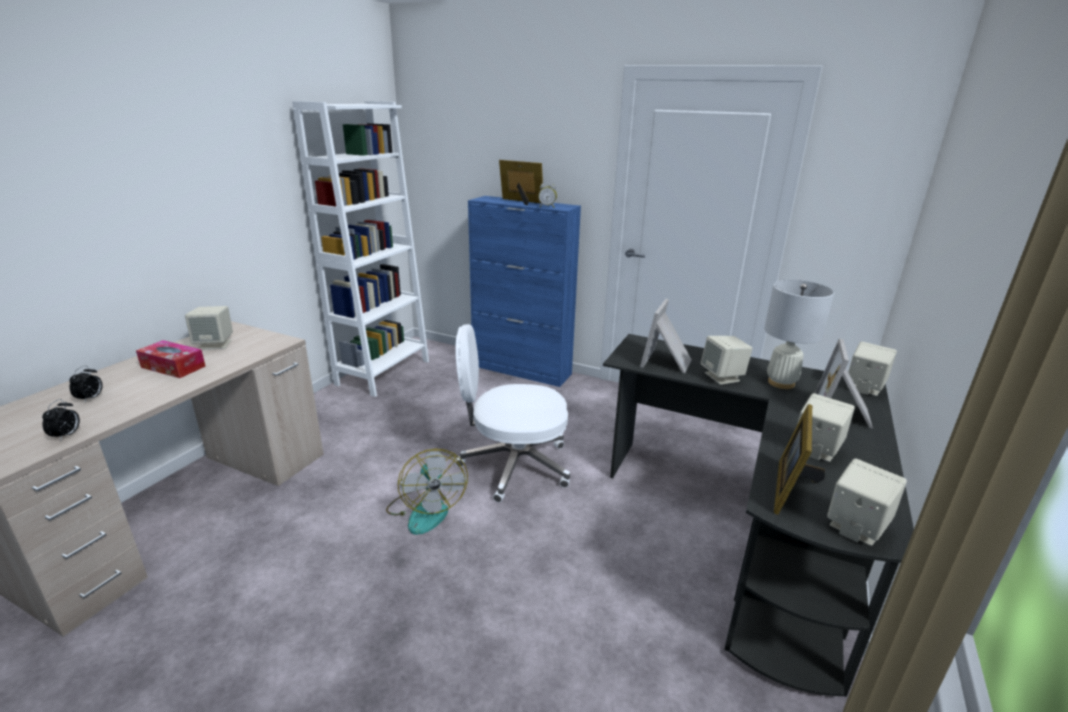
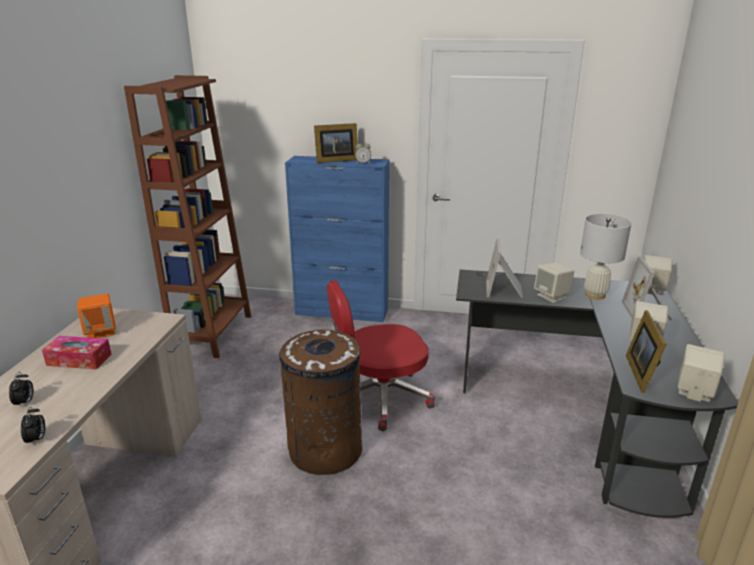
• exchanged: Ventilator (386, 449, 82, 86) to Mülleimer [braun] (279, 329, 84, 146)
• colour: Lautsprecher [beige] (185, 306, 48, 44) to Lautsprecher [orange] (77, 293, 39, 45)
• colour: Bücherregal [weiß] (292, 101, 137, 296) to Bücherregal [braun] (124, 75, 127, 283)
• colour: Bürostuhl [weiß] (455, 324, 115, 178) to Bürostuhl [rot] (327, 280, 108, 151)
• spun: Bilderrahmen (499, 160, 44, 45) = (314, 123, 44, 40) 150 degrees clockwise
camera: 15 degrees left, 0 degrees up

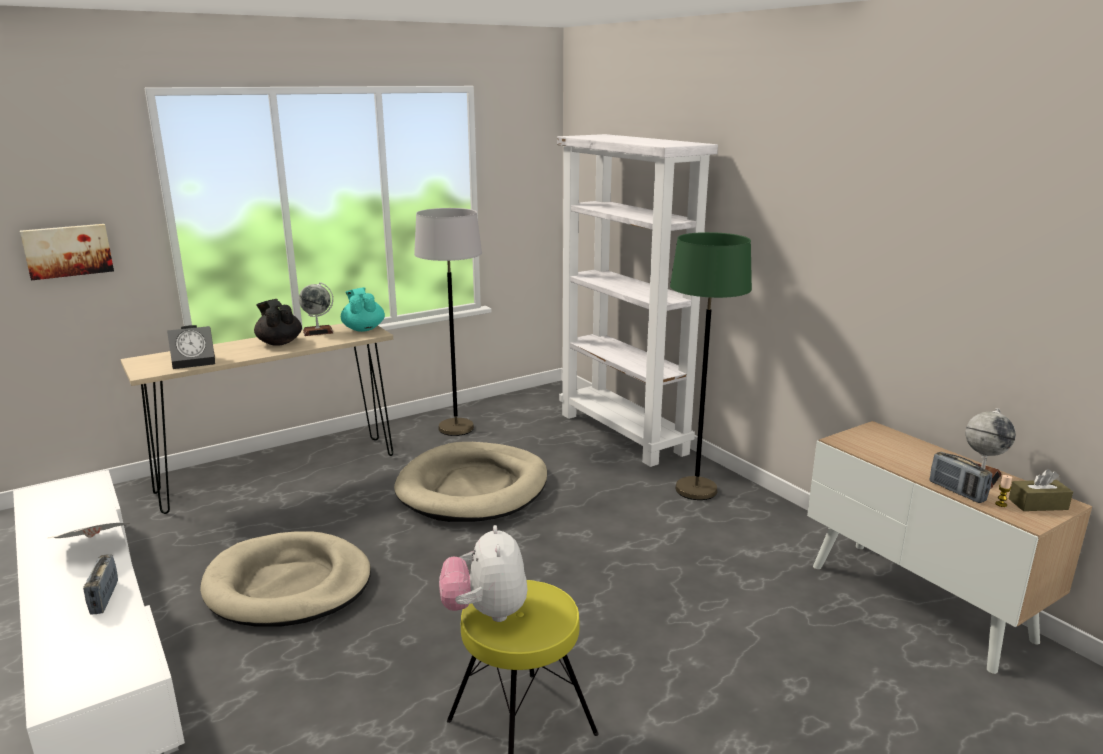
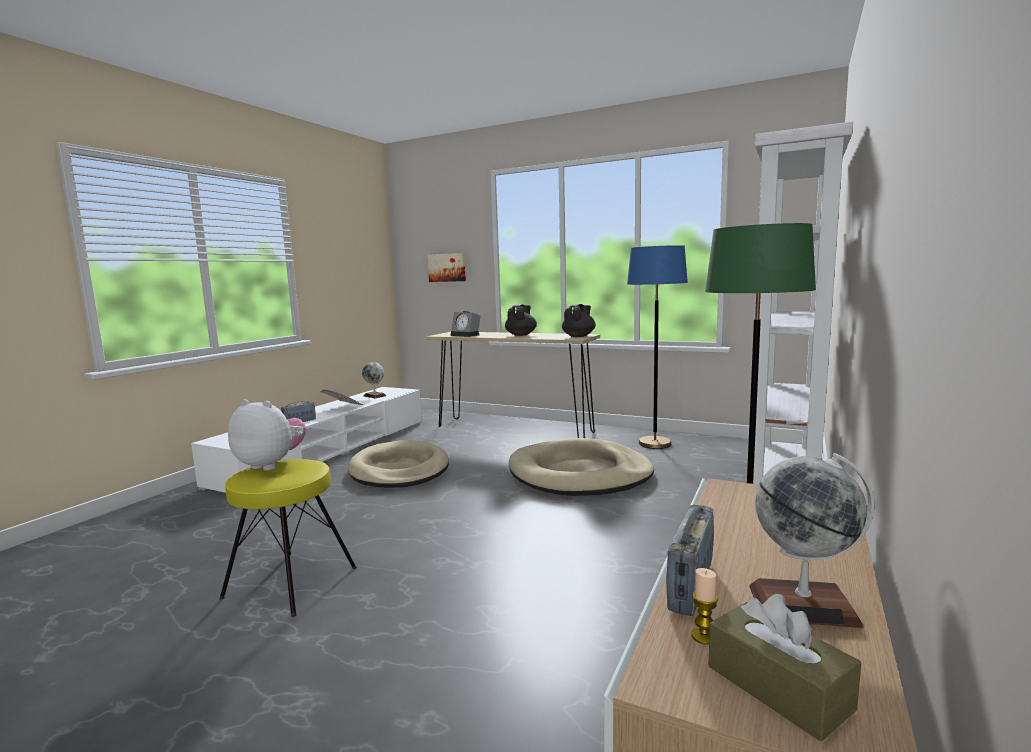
• relocated: Globus (299, 282, 35, 54) to (362, 362, 24, 37)
• colour: Teekanne [türkis] (341, 287, 44, 45) to Teekanne [schwarz] (562, 304, 34, 33)
• colour: Stehlampe [grau] (414, 208, 68, 228) to Stehlampe [blau] (627, 245, 61, 204)
• spun: Plüschtier (439, 525, 88, 97) = (228, 399, 78, 71) 60 degrees clockwise
camera: 60 degrees right, 10 degrees down

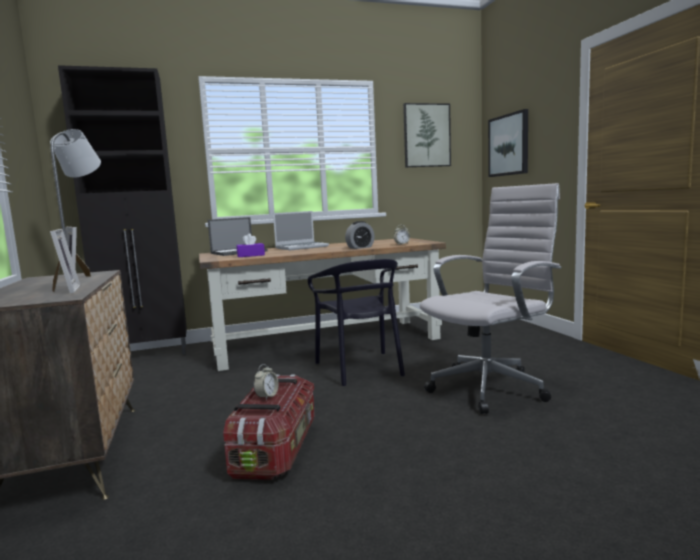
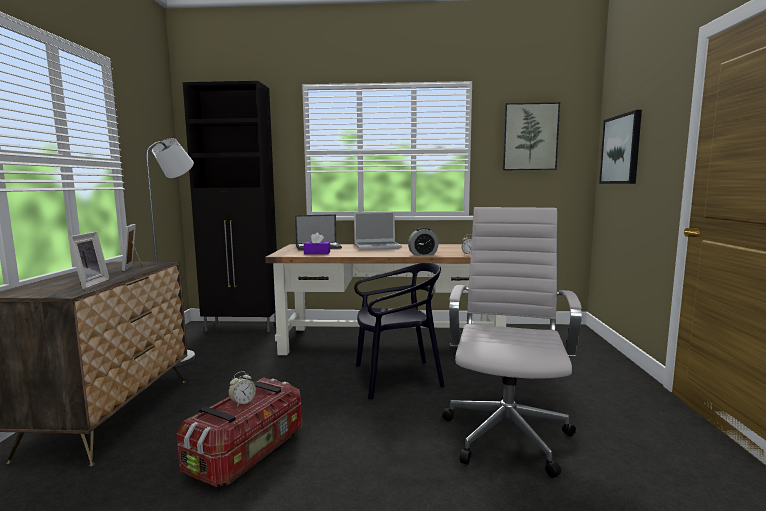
• spun: Stuhl [schwarz] (308, 259, 97, 127) = (354, 262, 91, 138) 105 degrees counterclockwise
• spun: Bürostuhl [weiß] (420, 183, 141, 231) = (443, 207, 139, 271) 60 degrees counterclockwise
camera: 20 degrees right, 0 degrees up

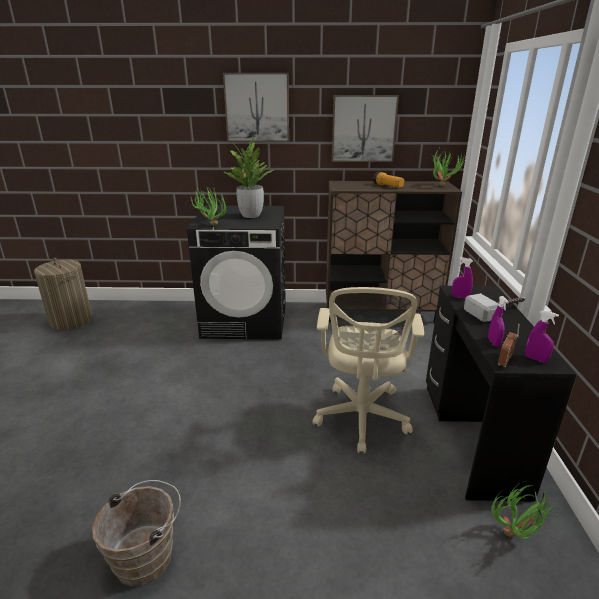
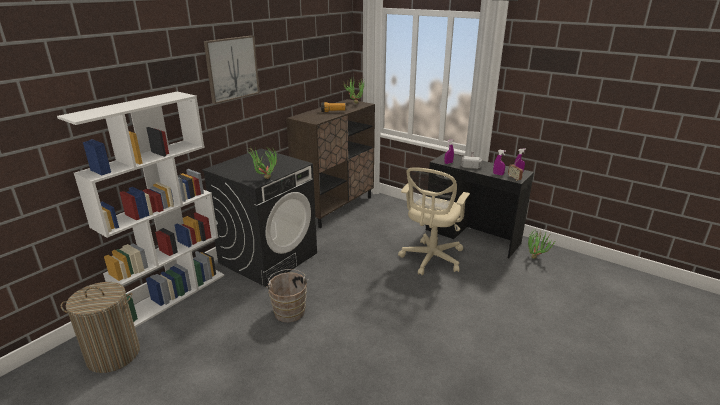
• missing: Topfpflanze (223, 137, 51, 81)
• missing: Bild (332, 95, 67, 67)
• appeared: Bücherregal [weiß] (57, 91, 167, 237)
• relocated: Eimer [braun] (92, 480, 89, 107) to (266, 269, 43, 53)
• spun: Bürostuhl [beige] (312, 287, 112, 167) = (398, 167, 72, 109) 75 degrees clockwise
camera: 55 degrees left, 0 degrees up

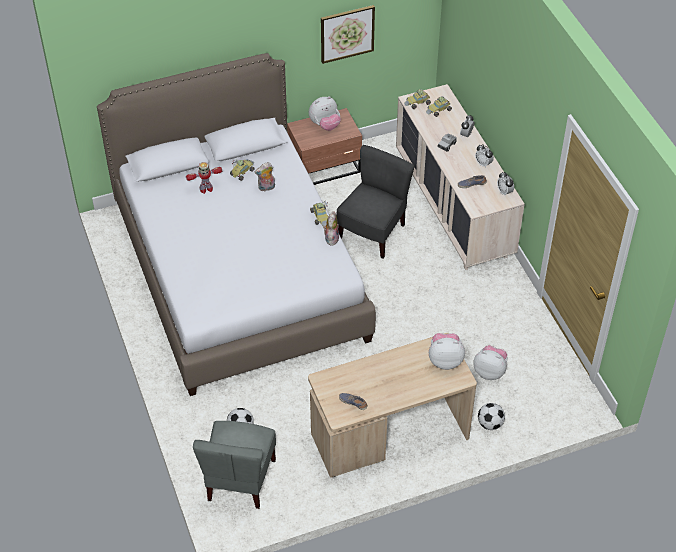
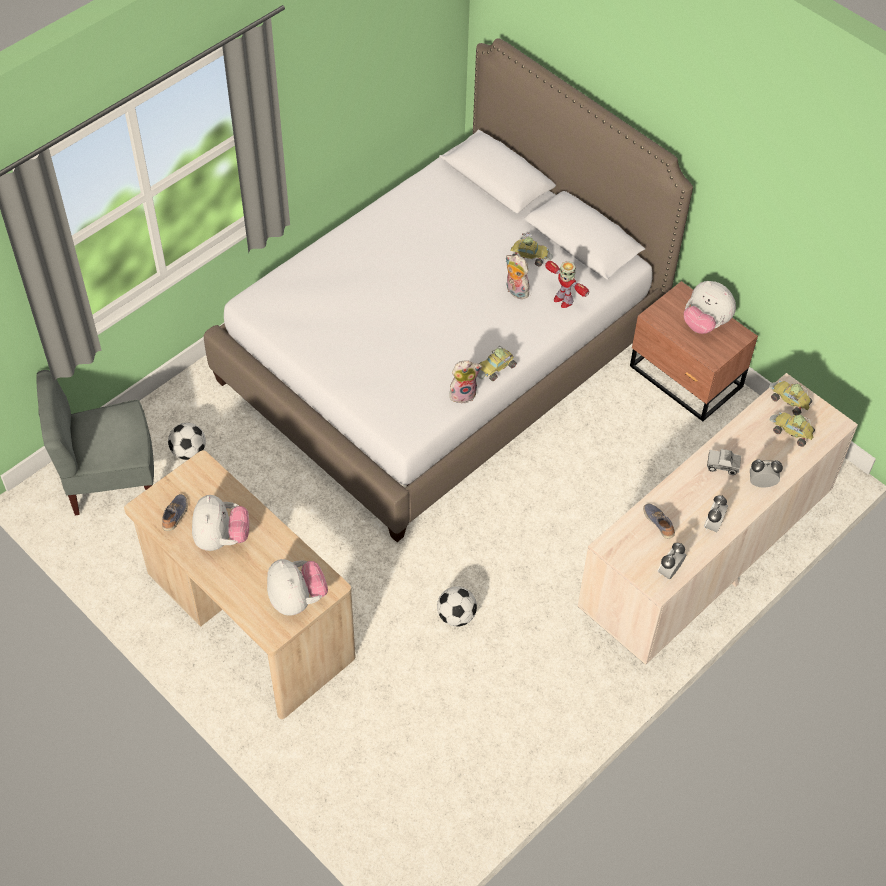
• missing: Bild (321, 5, 54, 59)
• missing: Stuhl [grau] (337, 145, 77, 114)
• relocated: Spielzeugroboter (186, 162, 36, 32) to (545, 261, 44, 47)
• relocated: Plüschtier (473, 345, 35, 35) to (192, 495, 57, 56)
• relocated: Fußball (478, 403, 27, 27) to (437, 586, 40, 41)
camera: 65 degrees right, 5 degrees up

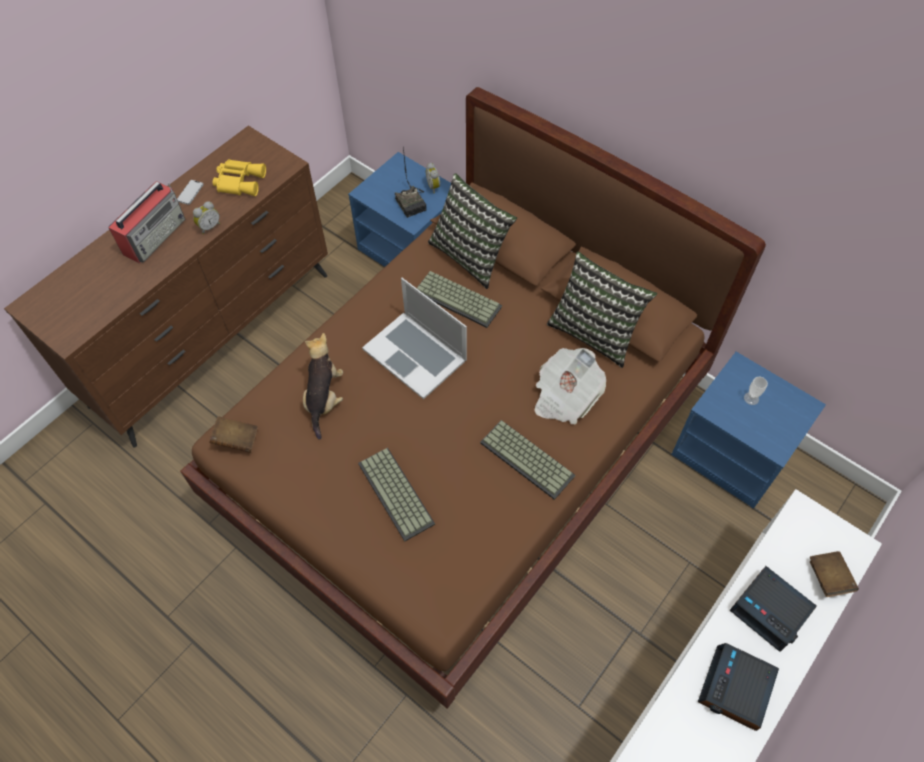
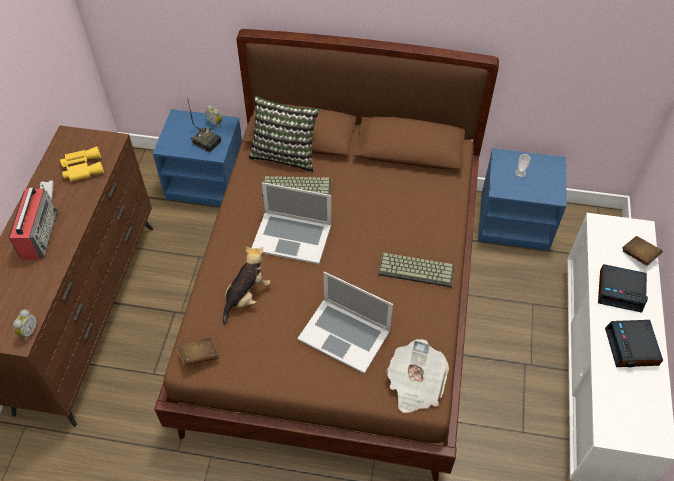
• missing: Kissen (547, 252, 110, 116)
• relocated: Wecker (193, 201, 27, 33) to (13, 309, 24, 32)
• relocated: Zeitung (534, 348, 72, 76) to (387, 339, 62, 74)
• exchanged: Tastatur (358, 448, 77, 94) to Laptop (297, 272, 96, 102)
• spun: Plüschtier (303, 333, 40, 107) = (223, 246, 48, 79) 60 degrees clockwise
camera: 30 degrees left, 5 degrees down

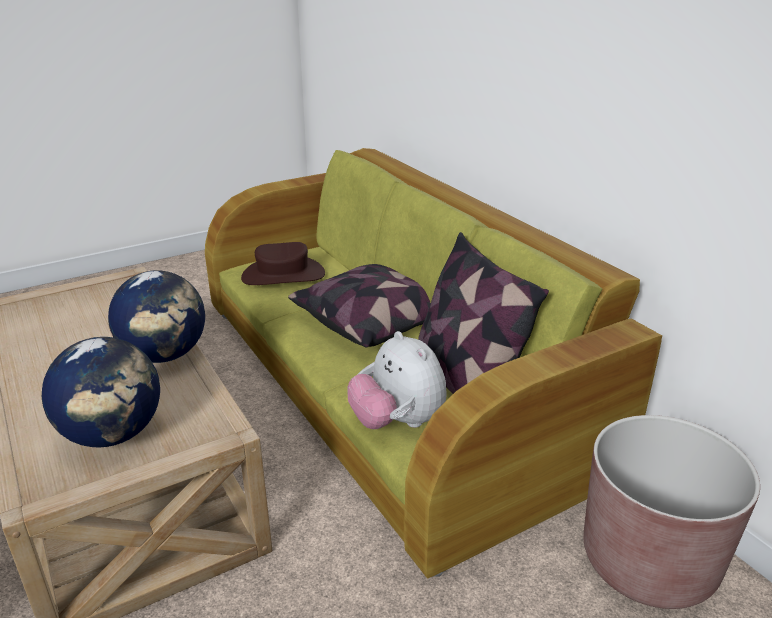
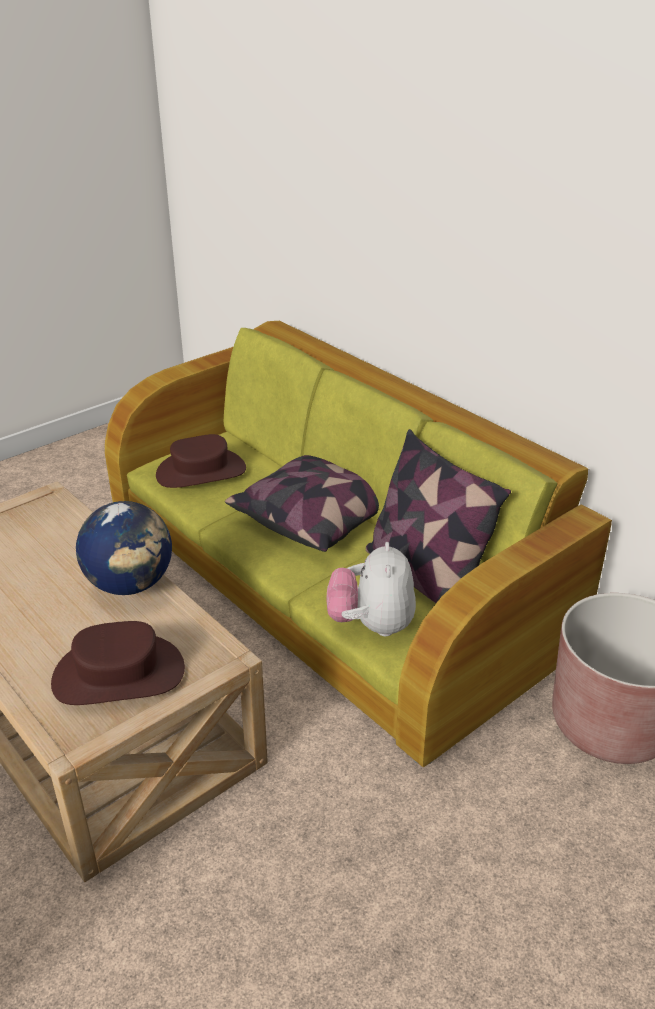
• exchanged: Globus (42, 337, 118, 110) to Hut [braun] (51, 621, 134, 84)
• spun: Plüschtier (347, 331, 100, 98) = (327, 542, 89, 94) 45 degrees clockwise
camera: 10 degrees left, 5 degrees up

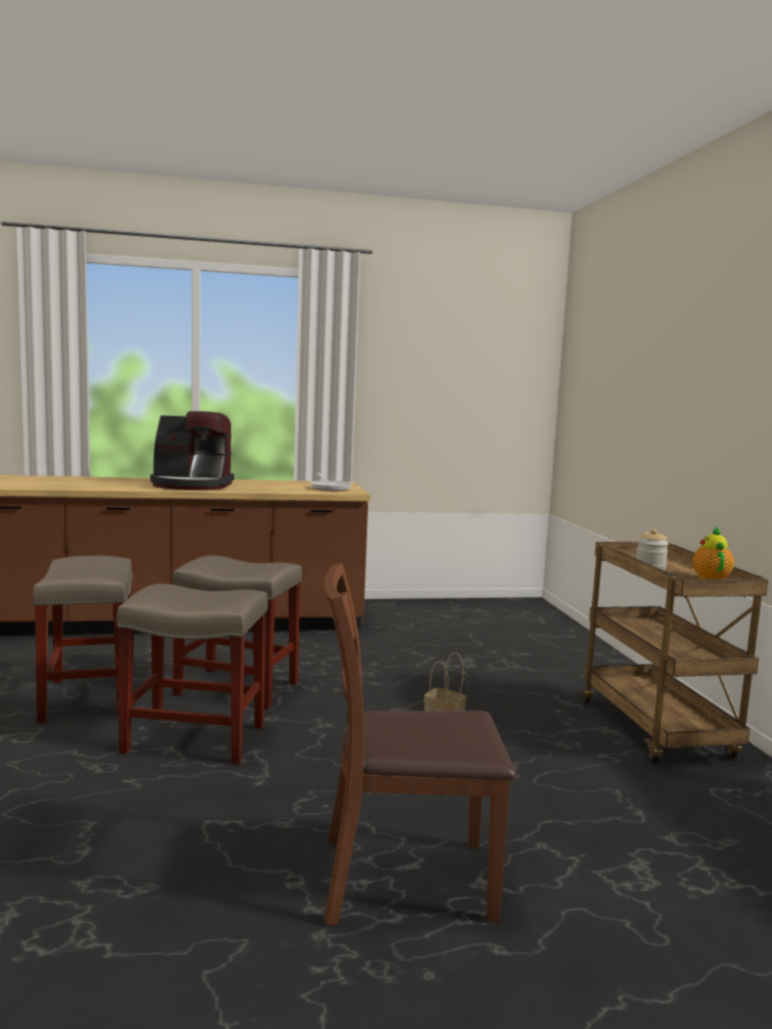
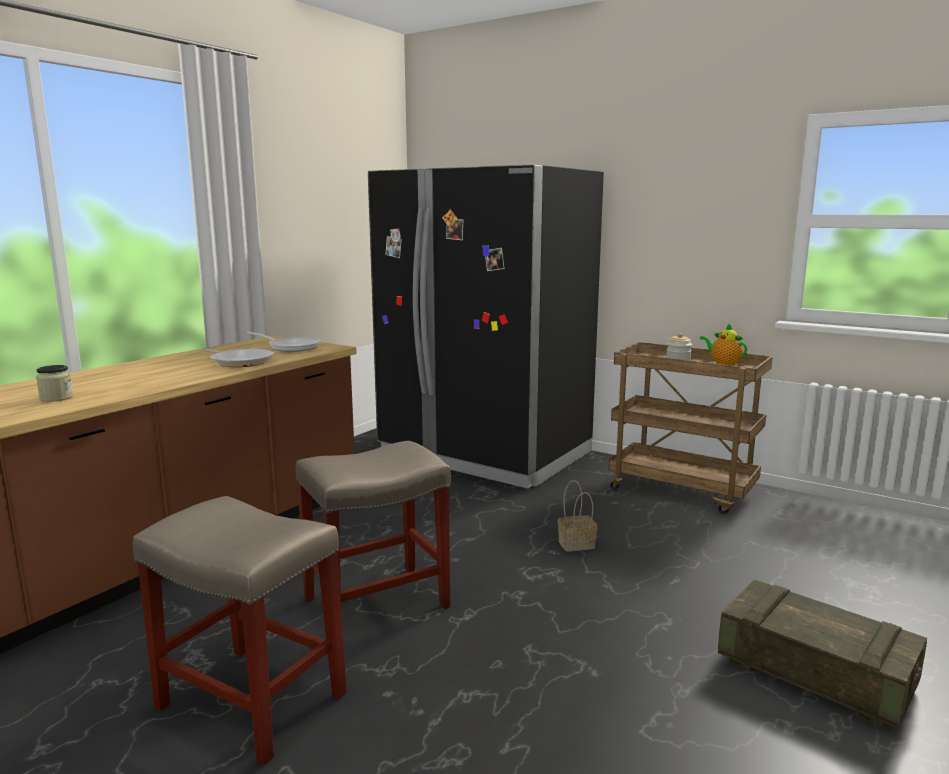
• missing: Hocker [beige] (117, 584, 151, 181)
• missing: Kaffeemaschine (150, 411, 84, 79)
• appeared: Vorratsglas (36, 365, 37, 37)
• appeared: Pfanne (202, 349, 72, 18)
• appeared: Kühlschrank [schwarz] (368, 164, 236, 325)
• exchanged: Stuhl [braun] (324, 563, 192, 363) to Kiste (718, 579, 209, 150)
camera: 45 degrees left, 5 degrees up

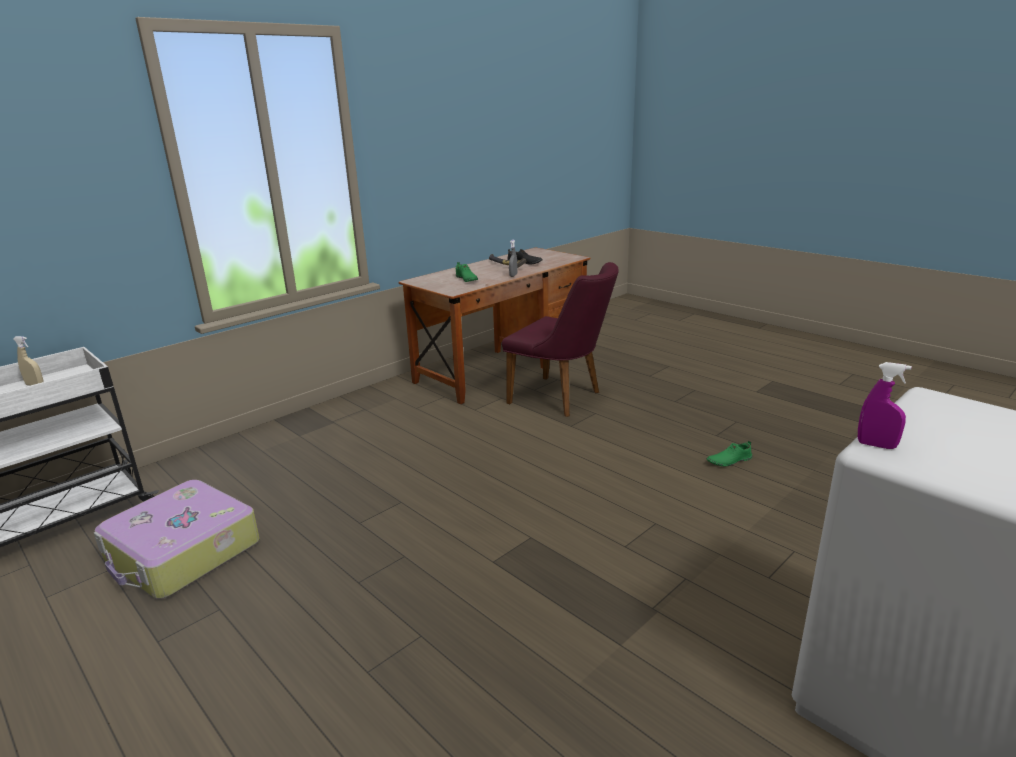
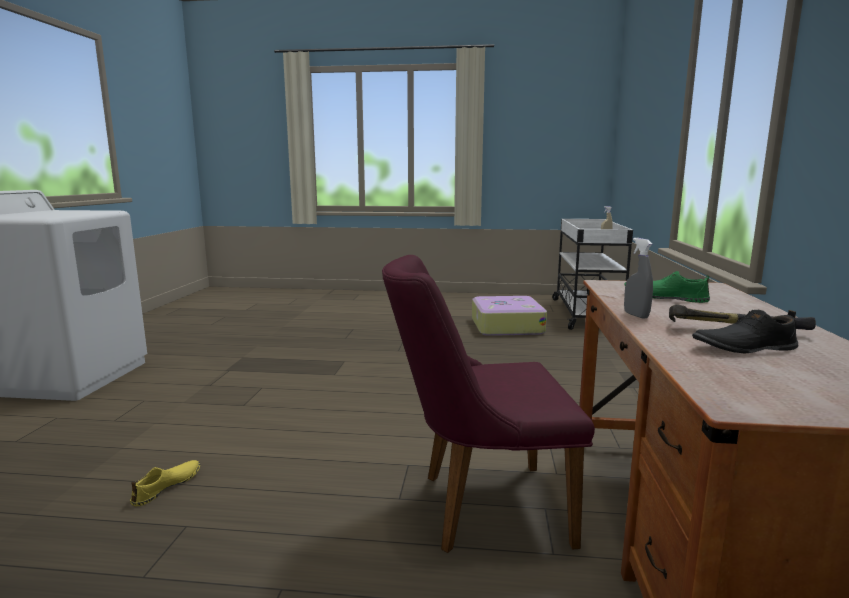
• missing: Sprühflasche [lila] (858, 362, 54, 87)
• colour: Schuh [grün] (706, 441, 46, 25) to Schuh [gelb] (130, 460, 70, 47)
camera: 140 degrees right, 10 degrees down

